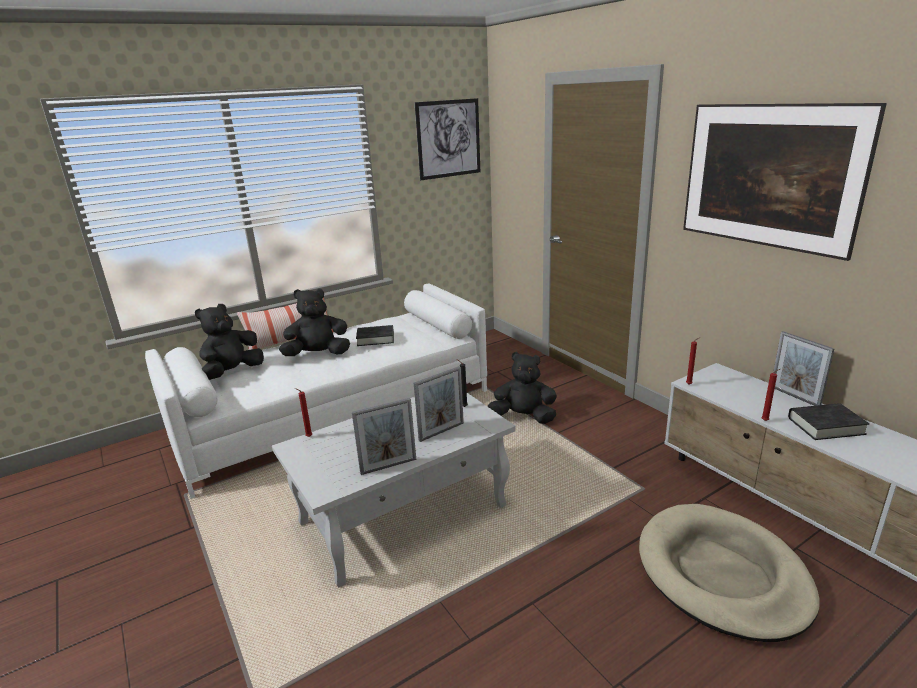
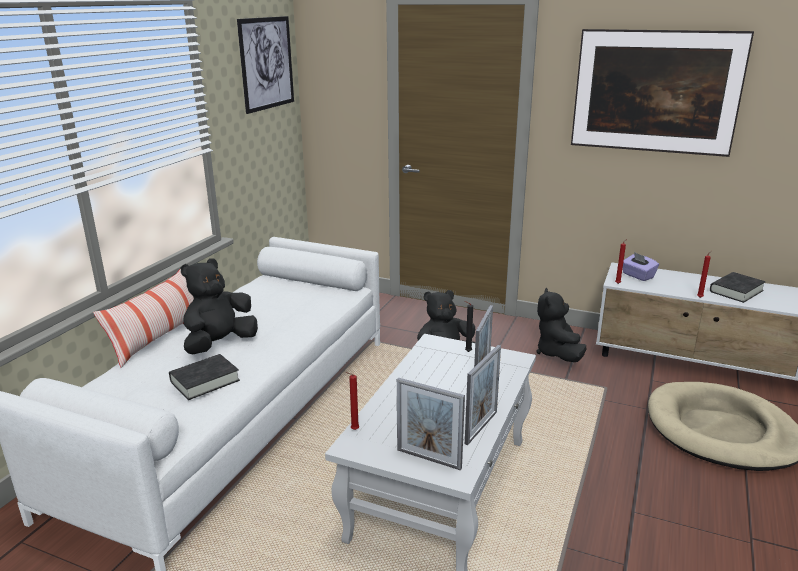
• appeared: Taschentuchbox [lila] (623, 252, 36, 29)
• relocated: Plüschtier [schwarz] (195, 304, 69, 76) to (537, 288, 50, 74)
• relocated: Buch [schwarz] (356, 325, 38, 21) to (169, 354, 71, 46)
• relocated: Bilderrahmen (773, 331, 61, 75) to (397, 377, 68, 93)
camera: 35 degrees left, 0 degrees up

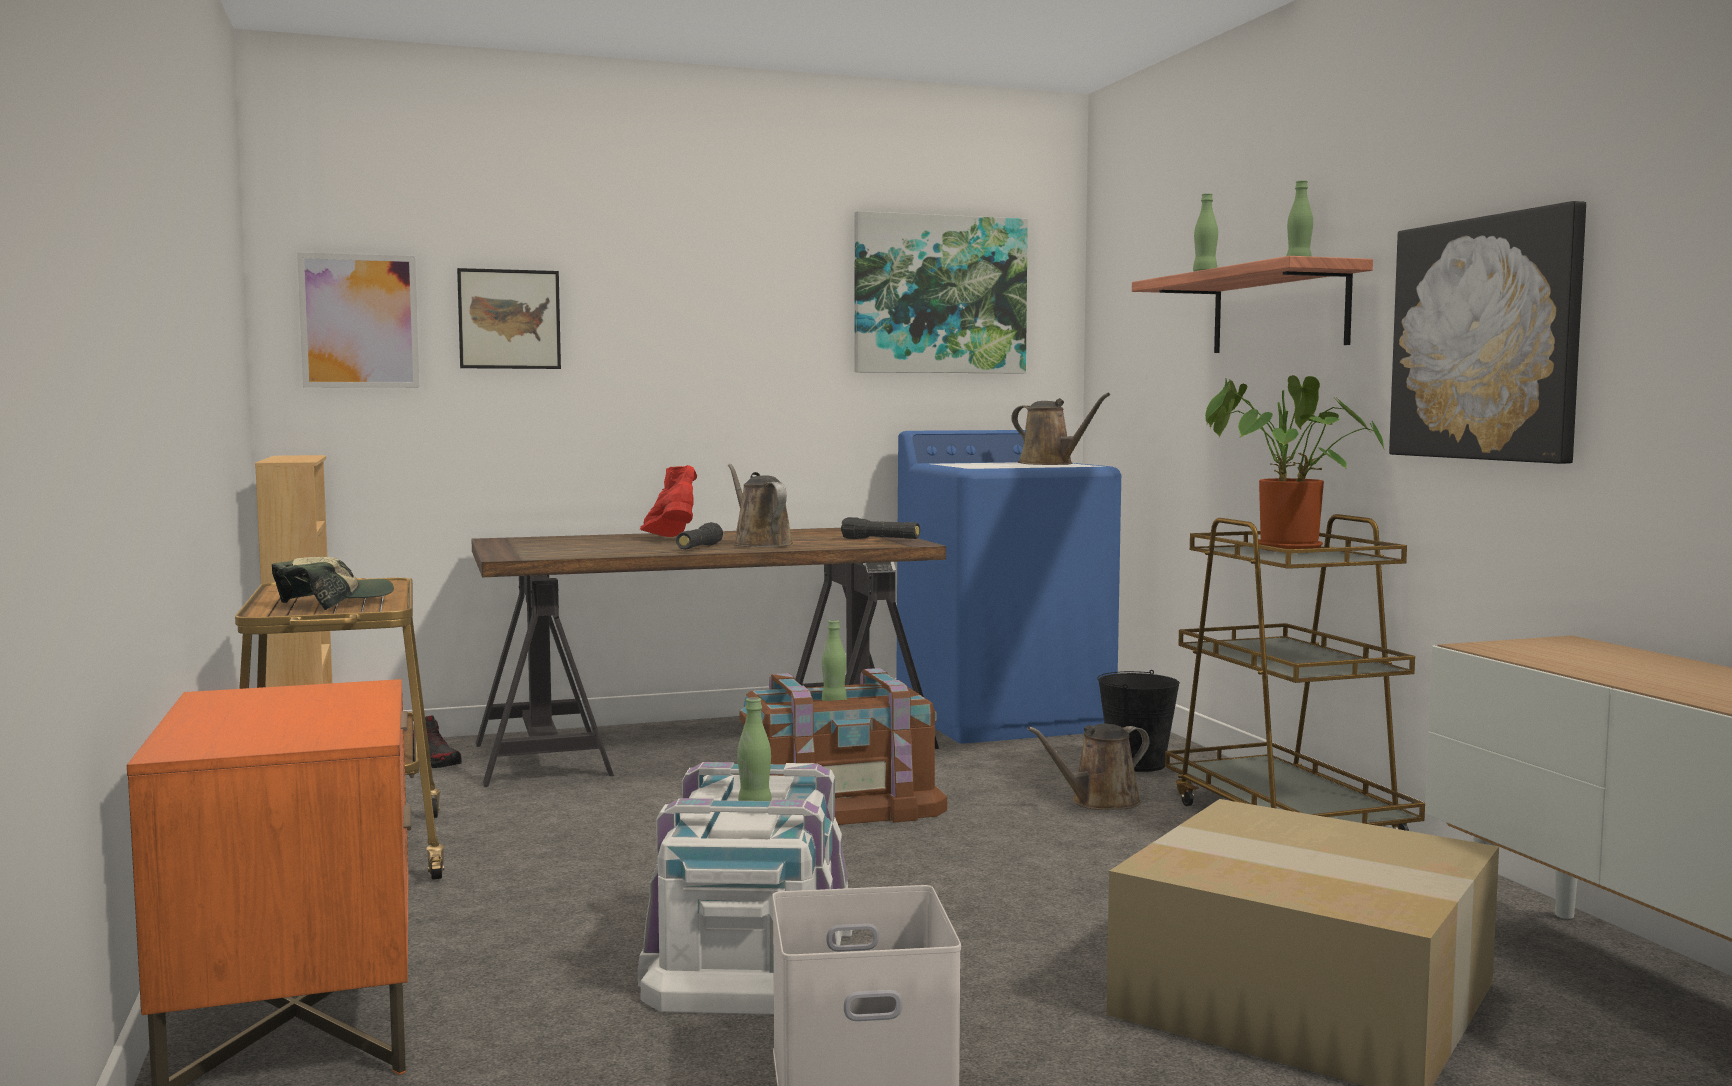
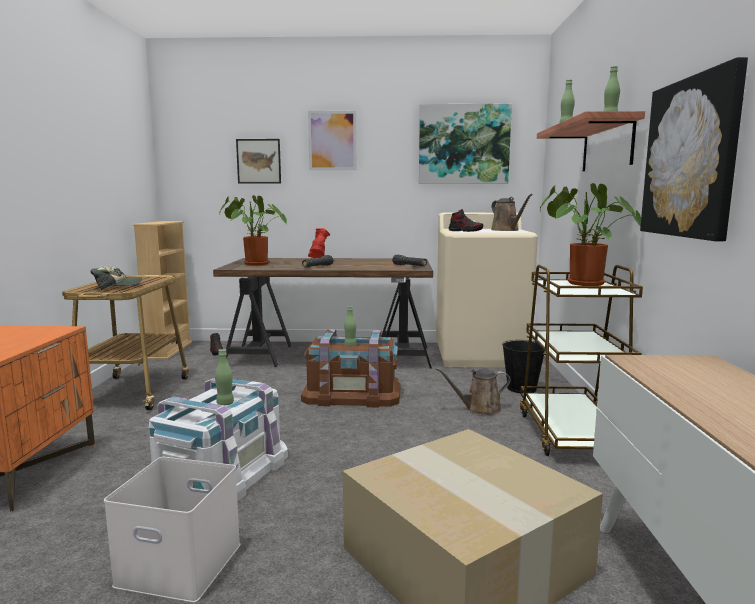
• missing: Gießkanne [braun] (728, 464, 65, 83)
• appeared: Topfpflanze (220, 195, 67, 71)
• appeared: Schuh (449, 209, 34, 23)
• relocated: Bild (297, 252, 122, 136) to (308, 111, 48, 59)
• colour: Waschmaschine [blau] (896, 430, 225, 314) to Waschmaschine [beige] (436, 213, 102, 155)
camera: 20 degrees right, 5 degrees up

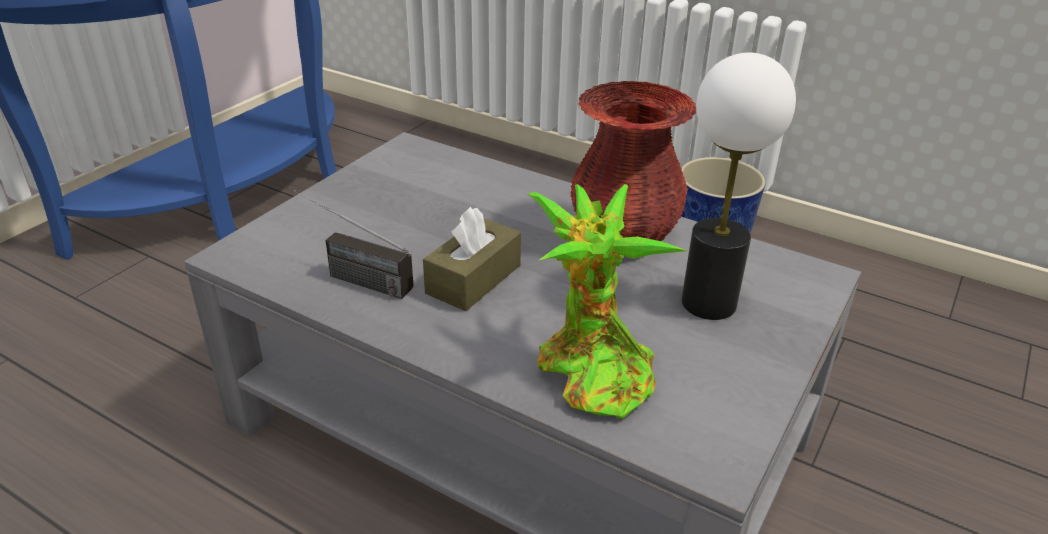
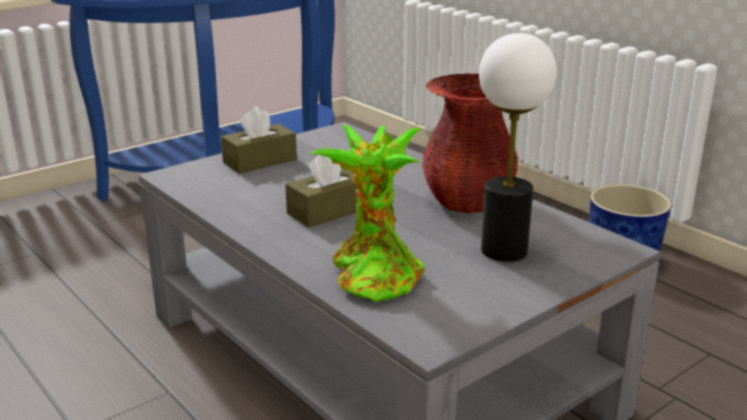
• missing: Radio (294, 190, 120, 109)
• appeared: Taschentuchbox [braun] (221, 106, 76, 68)
camera: 20 degrees right, 10 degrees down

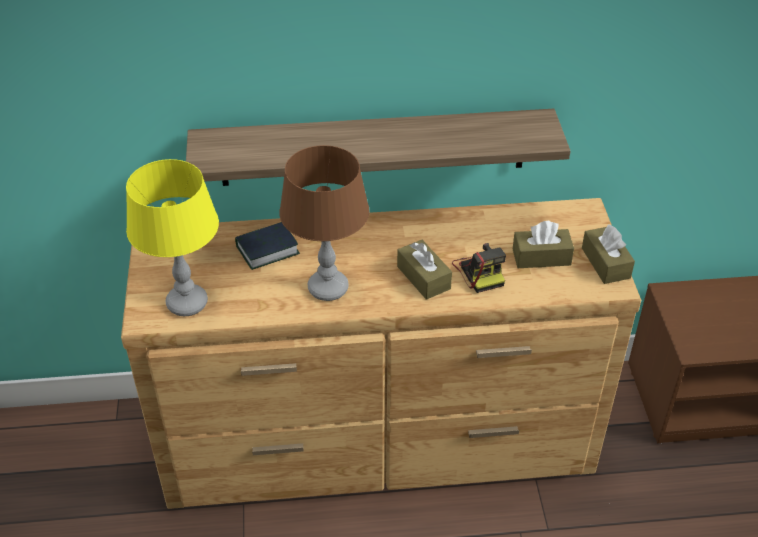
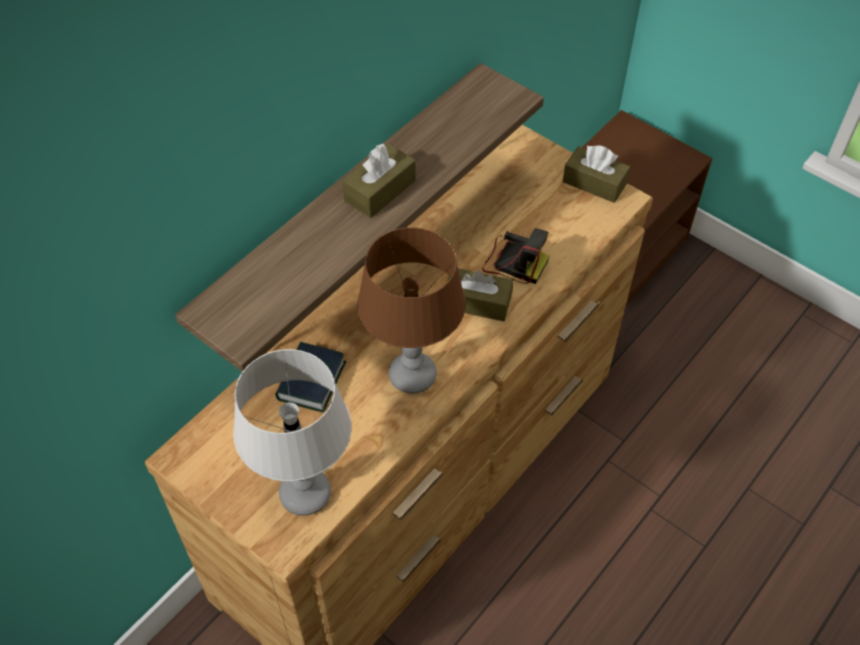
• relocated: Taschentuchbox [braun] (513, 221, 61, 47) to (342, 143, 74, 75)
• colour: Tischlampe [gelb] (126, 159, 93, 157) to Tischlampe [grau] (233, 349, 119, 167)
camera: 45 degrees left, 10 degrees up

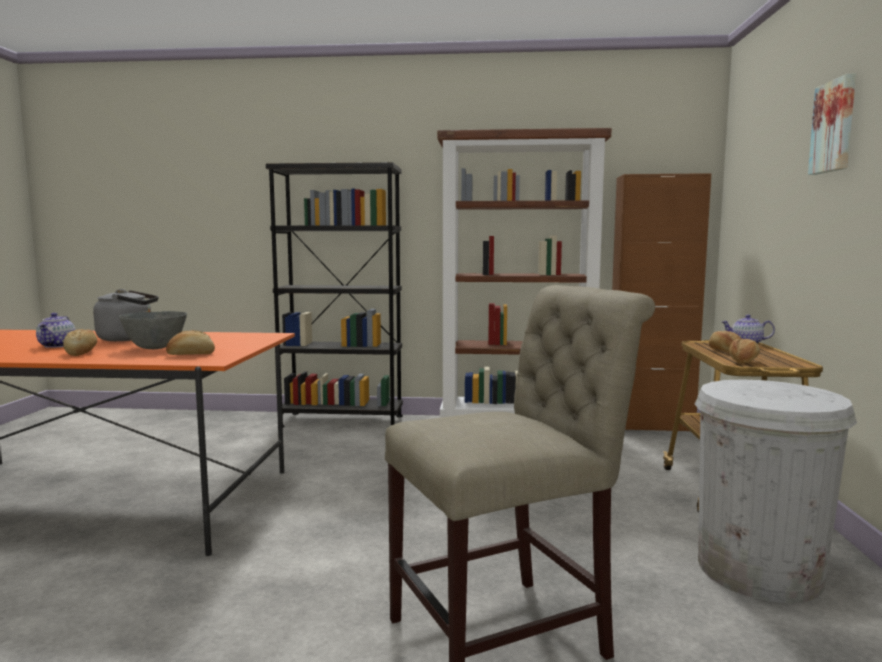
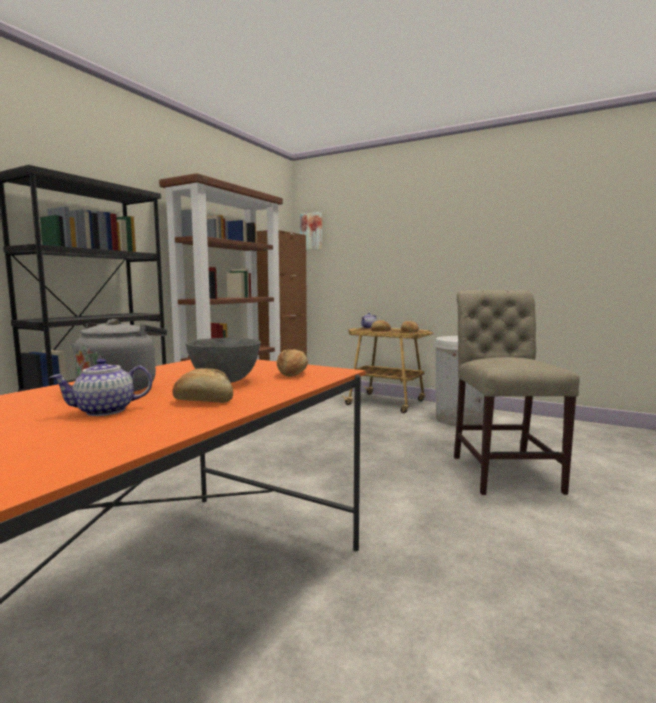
• relocated: Bild (808, 74, 48, 101) to (300, 212, 22, 38)
• spun: Teekanne (36, 313, 40, 35) = (49, 358, 103, 58) 135 degrees clockwise
camera: 65 degrees left, 0 degrees up

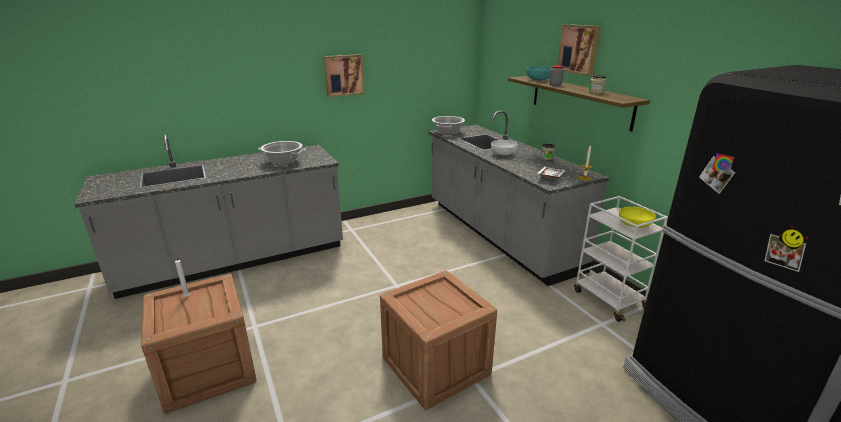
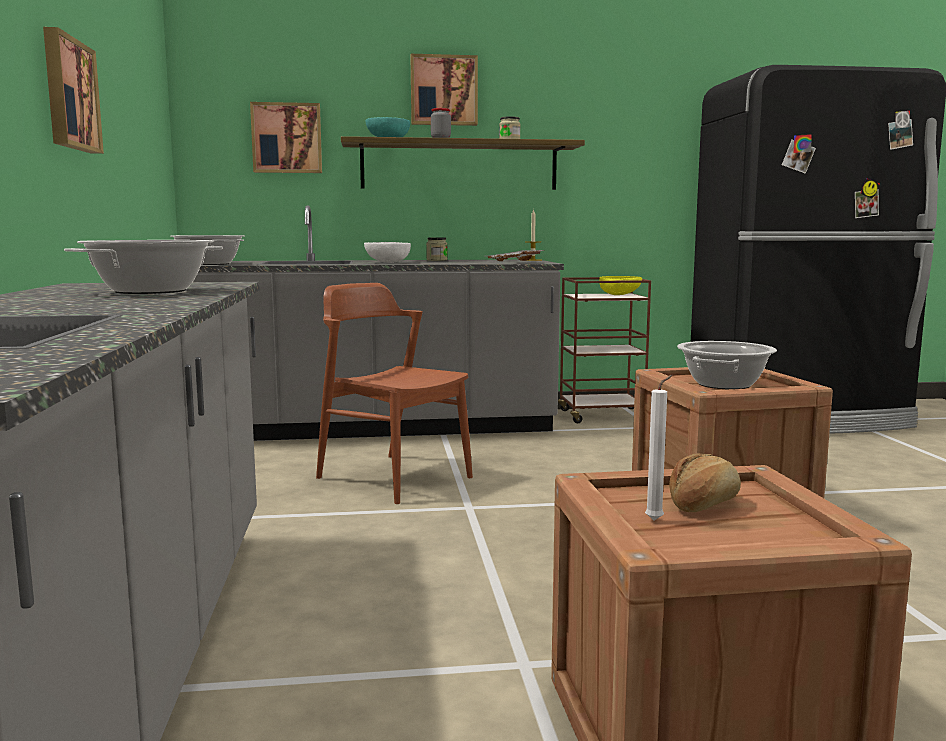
• appeared: Bild (250, 102, 72, 71)
• appeared: Stuhl [braun] (316, 283, 157, 221)
• appeared: Brot (669, 454, 72, 58)
• appeared: Kochtopf (677, 341, 100, 48)
• colour: Rollwagen [weiß] (574, 196, 94, 126) to Rollwagen [braun] (558, 277, 93, 146)
camera: 70 degrees left, 15 degrees down

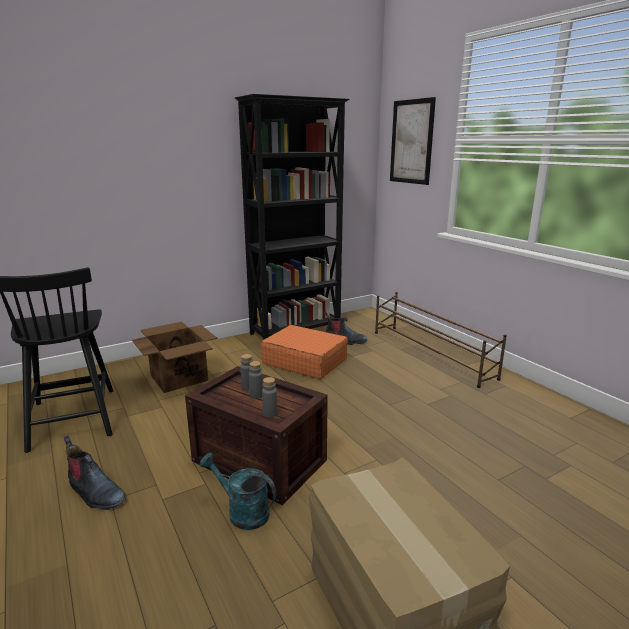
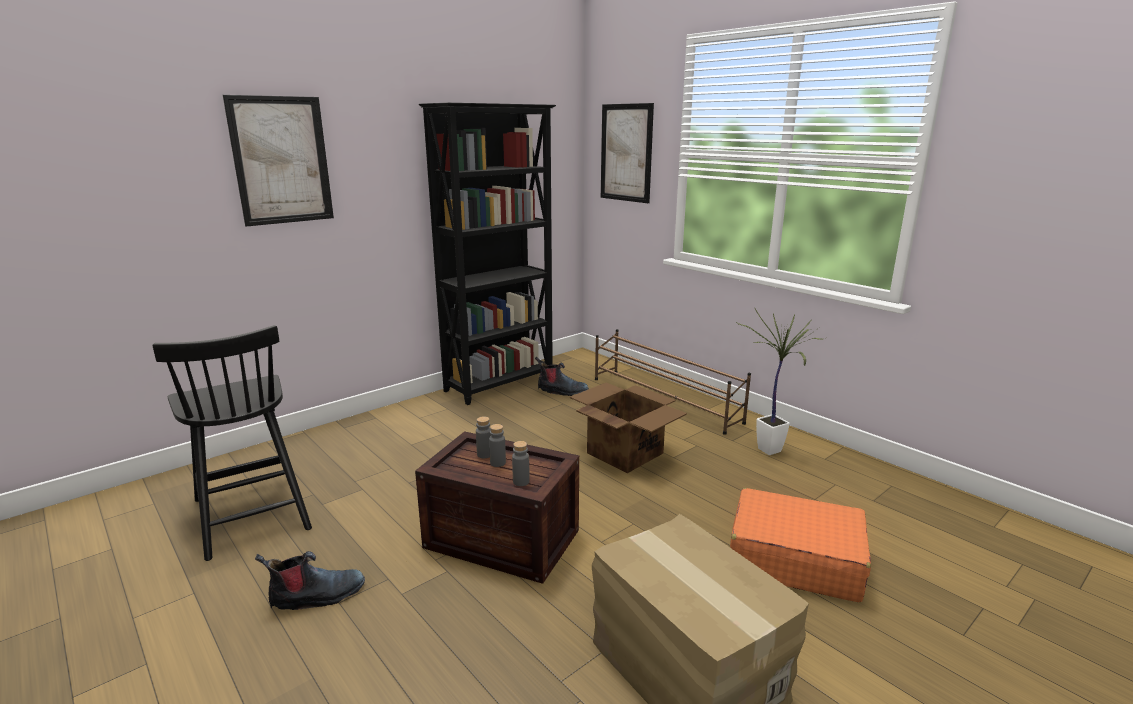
• missing: Gießkanne [türkis] (200, 453, 76, 77)
• appeared: Bild (223, 95, 111, 132)
• appeared: Topfpflanze (735, 307, 92, 148)
• relocated: Karton (132, 322, 85, 71) to (570, 383, 117, 90)
• relocated: Koffer [orange] (261, 325, 87, 54) to (730, 488, 141, 114)
• spun: Stiefel (64, 436, 62, 74) = (255, 551, 110, 59) 45 degrees counterclockwise
camera: 10 degrees left, 0 degrees up

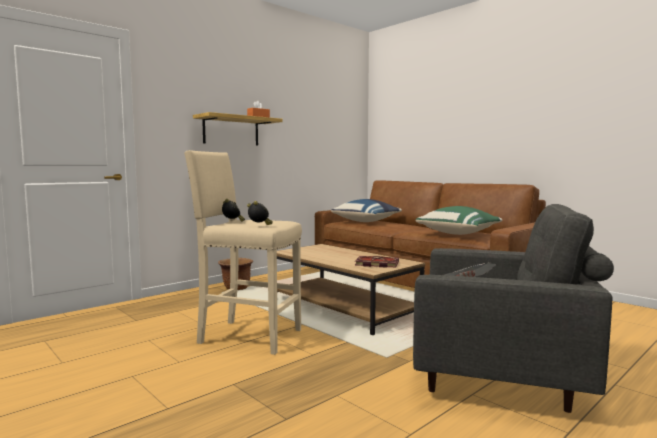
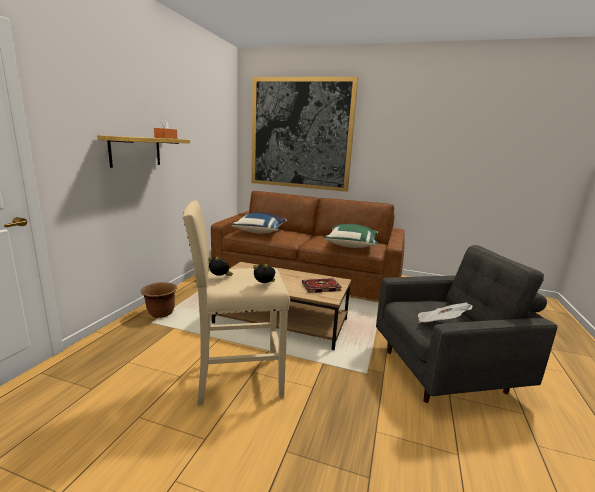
• appeared: Bild (251, 77, 107, 115)
camera: 30 degrees left, 10 degrees up

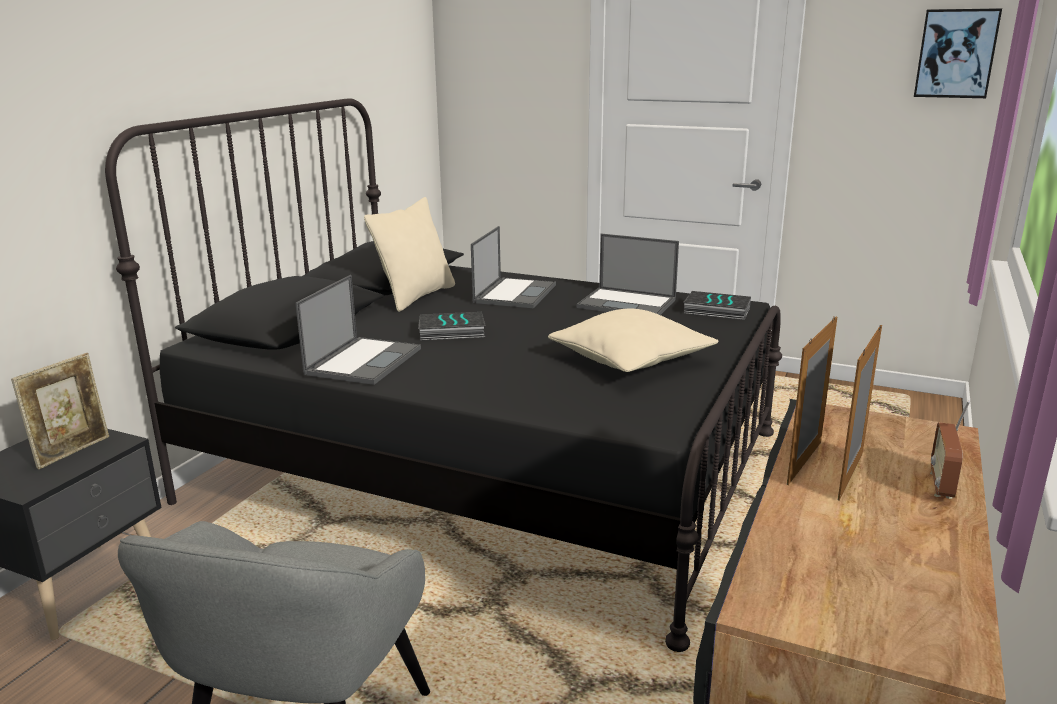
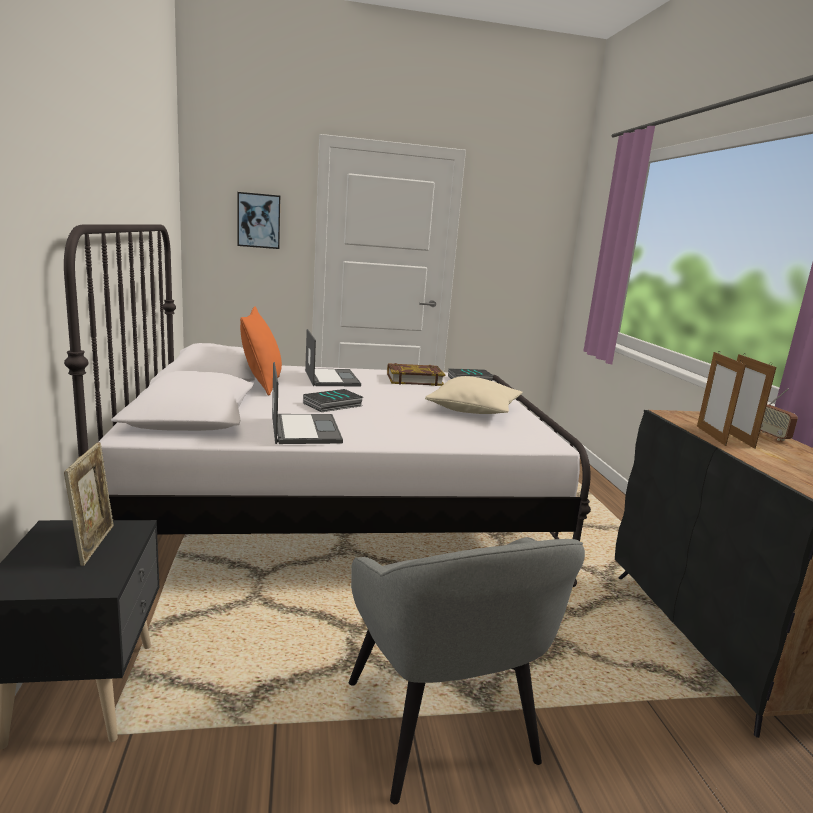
• relocated: Bild (914, 8, 88, 90) to (237, 192, 43, 57)
• exchanged: Laptop (577, 234, 102, 81) to Buch (387, 363, 58, 23)
• colour: Bett [schwarz] (105, 98, 677, 554) to Bett [weiß] (64, 225, 527, 362)
• colour: Kissen [beige] (364, 197, 91, 115) to Kissen [orange] (240, 306, 42, 90)
camera: 35 degrees left, 5 degrees down

